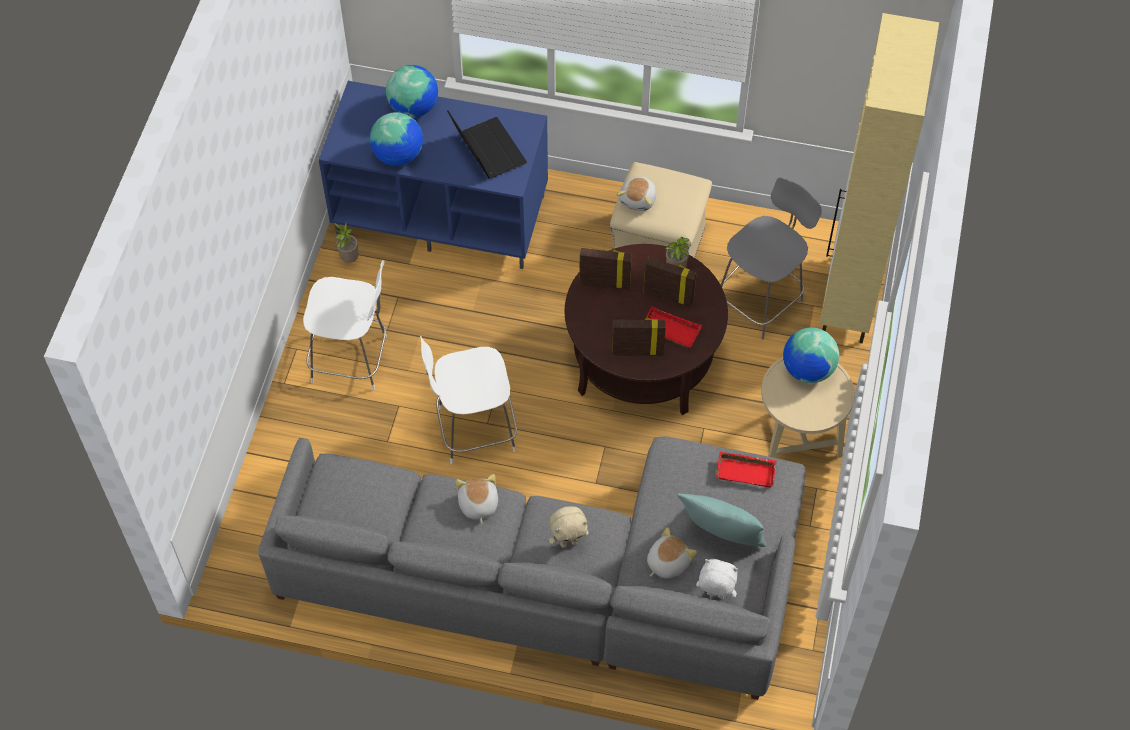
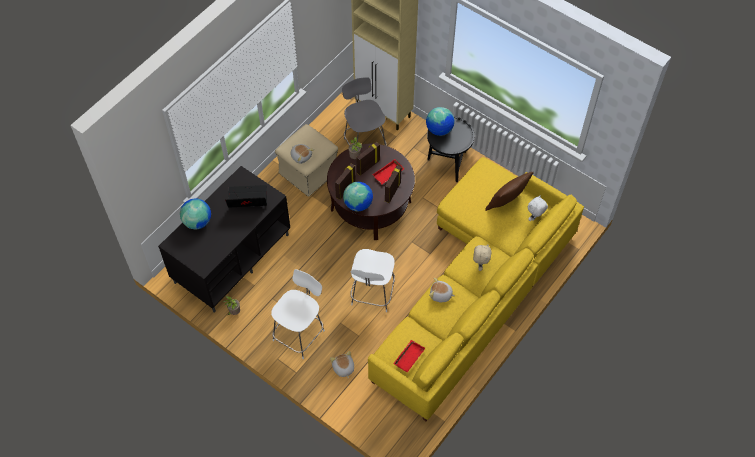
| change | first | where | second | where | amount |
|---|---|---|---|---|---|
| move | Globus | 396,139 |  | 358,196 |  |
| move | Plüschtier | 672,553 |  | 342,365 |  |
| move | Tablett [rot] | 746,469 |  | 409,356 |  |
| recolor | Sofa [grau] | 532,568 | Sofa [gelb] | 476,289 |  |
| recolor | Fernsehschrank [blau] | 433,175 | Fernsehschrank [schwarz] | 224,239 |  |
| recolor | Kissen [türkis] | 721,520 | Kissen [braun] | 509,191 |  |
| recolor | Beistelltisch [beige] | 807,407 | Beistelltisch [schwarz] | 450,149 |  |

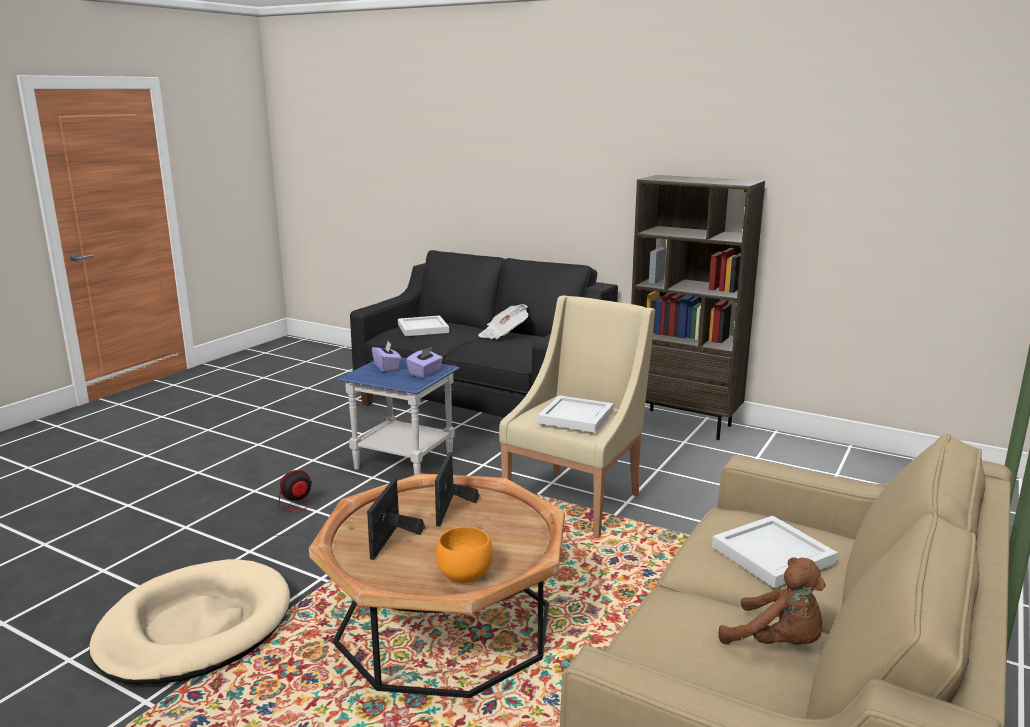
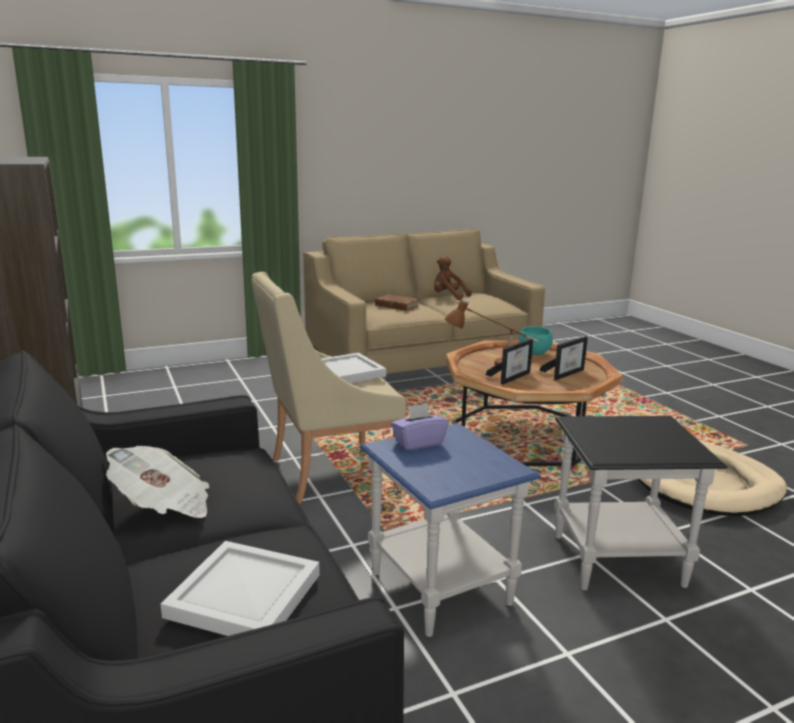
| change | first | where | second | where | amount |
|---|---|---|---|---|---|
| delete | Taschentuchbox [lila] | 387,357 |  |  |  |
| insert |  |  | Tischlampe [braun] | 491,331 |  |
| replace | Ventilator | 286,505 | Beistelltisch [schwarz] | 640,503 |  |
| replace | Tablett [weiß] | 775,552 | Buch [braun] | 397,302 |  |
| recolor | Schüssel [orange] | 464,555 | Schüssel [türkis] | 536,340 |  |
| rotate | Plüschtier [braun] | 772,600 |  | 453,278 | 45 degrees counterclockwise |

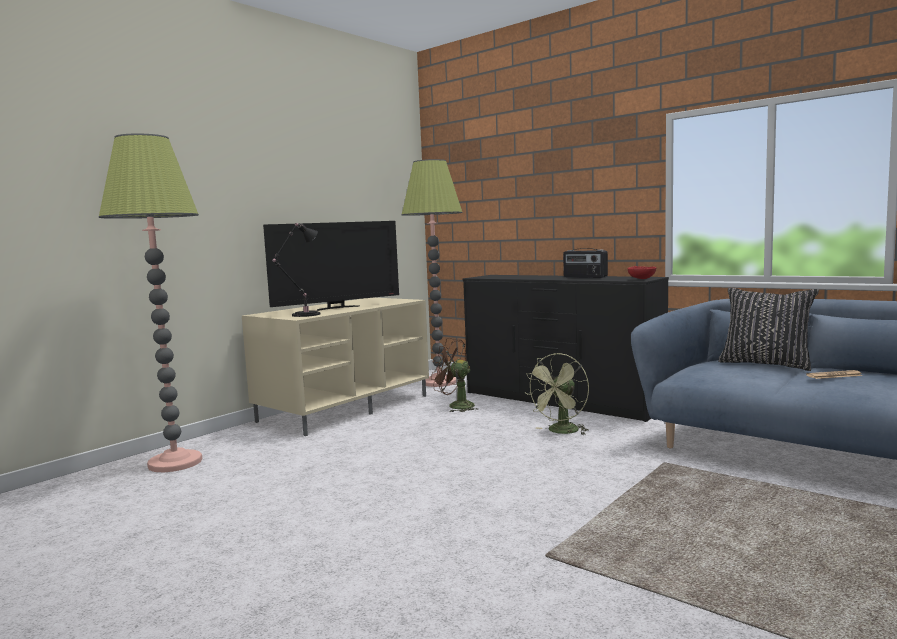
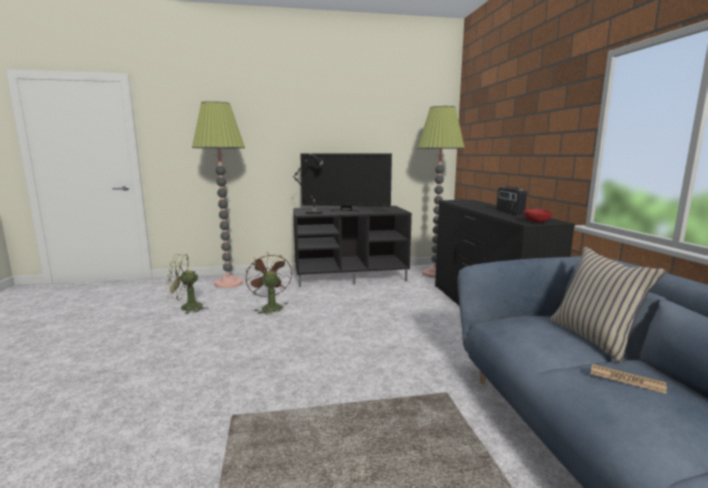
| change | first | where | second | where | amount |
|---|---|---|---|---|---|
| move | Ventilator [braun] | 454,375 |  | 269,283 |  |
| move | Ventilator [grün] | 557,394 |  | 186,284 |  |
| recolor | Fernsehschrank [beige] | 335,367 | Fernsehschrank [schwarz] | 352,246 |  |
| recolor | Kissen [schwarz] | 768,329 | Kissen [beige] | 608,305 |  |

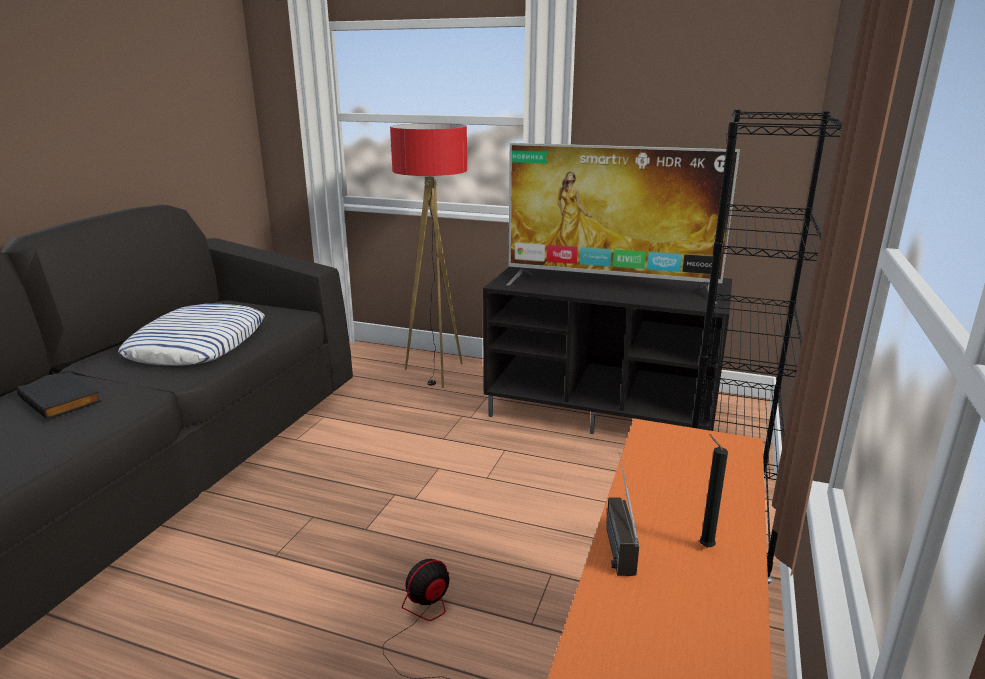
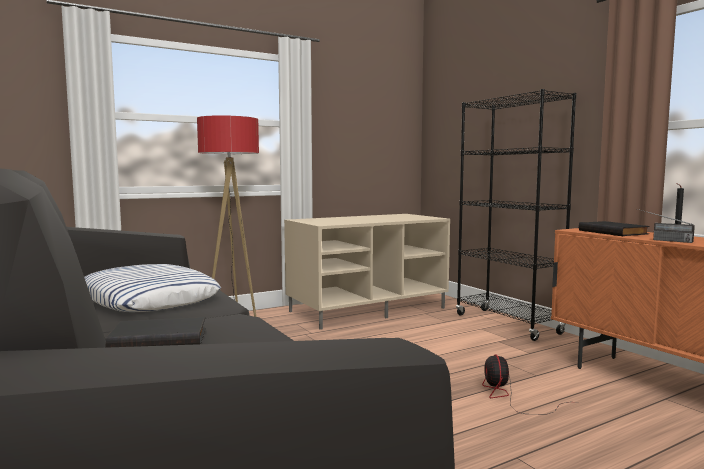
| change | first | where | second | where | amount |
|---|---|---|---|---|---|
| delete | Fernseher | 623,223 |  |  |  |
| insert |  |  | Buch [schwarz] | 614,228 |  |
| recolor | Fernsehschrank [schwarz] | 607,350 | Fernsehschrank [beige] | 367,272 |  |

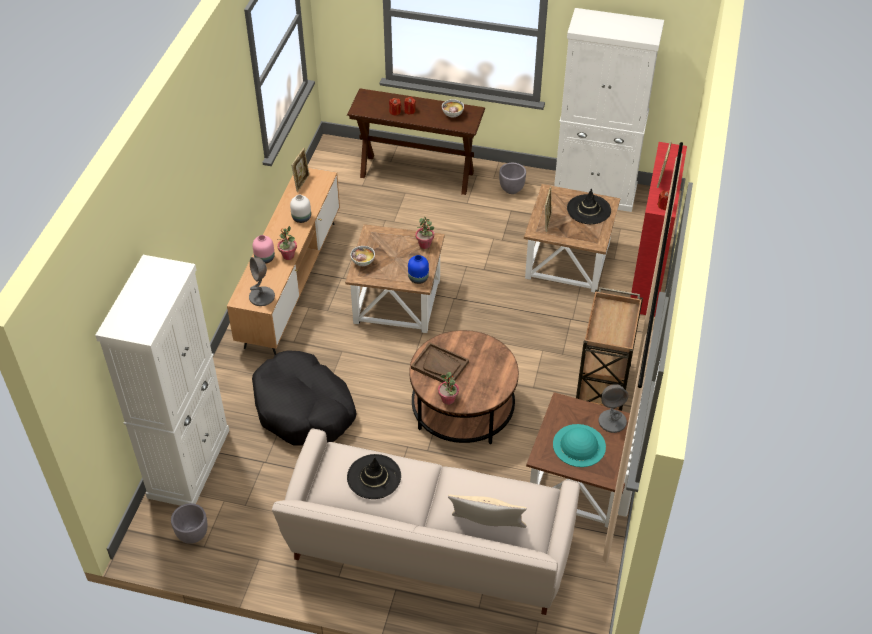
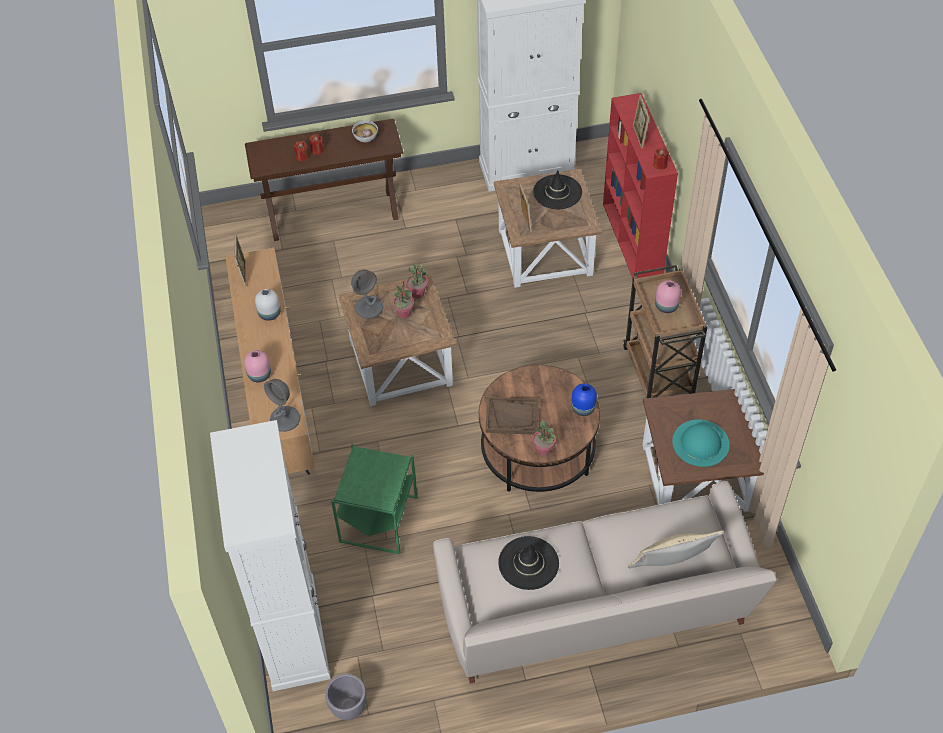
| change | first | where | second | where | amount |
|---|---|---|---|---|---|
| delete | Schüssel | 363,256 |  |  |  |
| delete | Pflanzkübel [grau] | 512,178 |  |  |  |
| insert |  |  | Vase [rosa] | 668,296 |  |
| move | Topfpflanze | 287,243 |  | 404,299 |  |
| move | Vase [blau] | 418,269 |  | 584,399 |  |
| move | Tischlampe [grau] | 613,408 |  | 367,294 |  |
| replace | Hundebett [schwarz] | 304,398 | Beistelltisch [grün] | 374,499 |  |

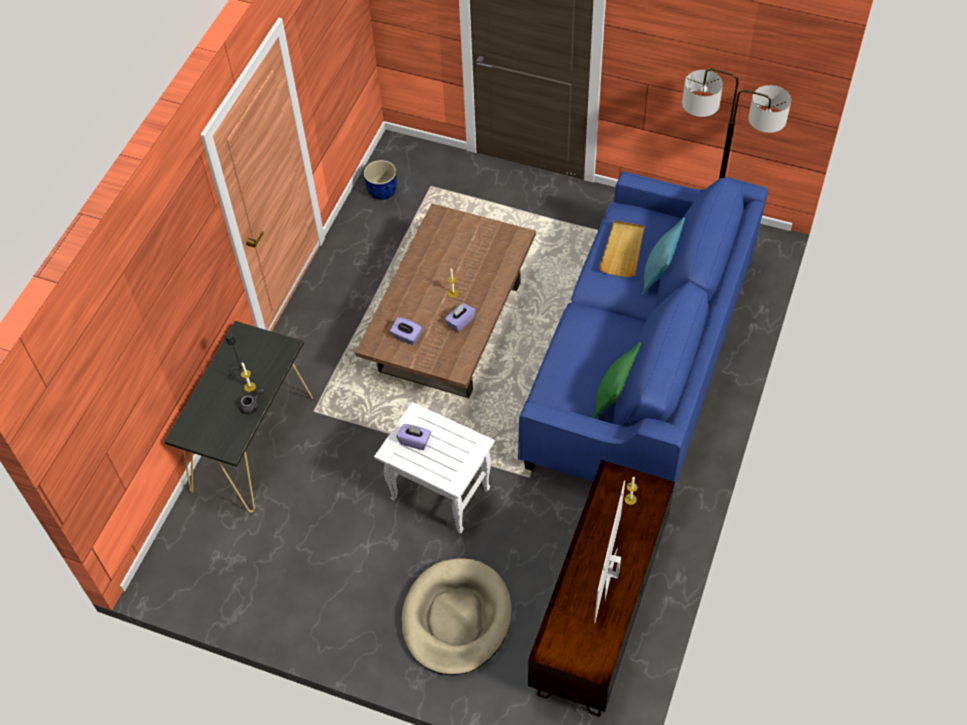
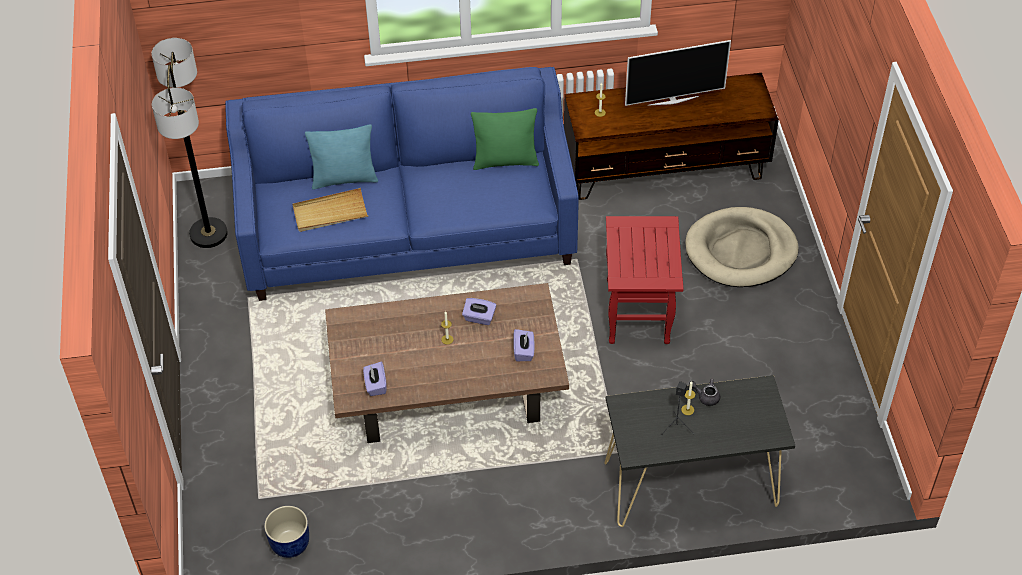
| change | first | where | second | where | amount |
|---|---|---|---|---|---|
| move | Taschentuchbox [lila] | 414,437 |  | 375,379 |  |
| recolor | Beistelltisch [weiß] | 434,468 | Beistelltisch [rot] | 645,280 |  |

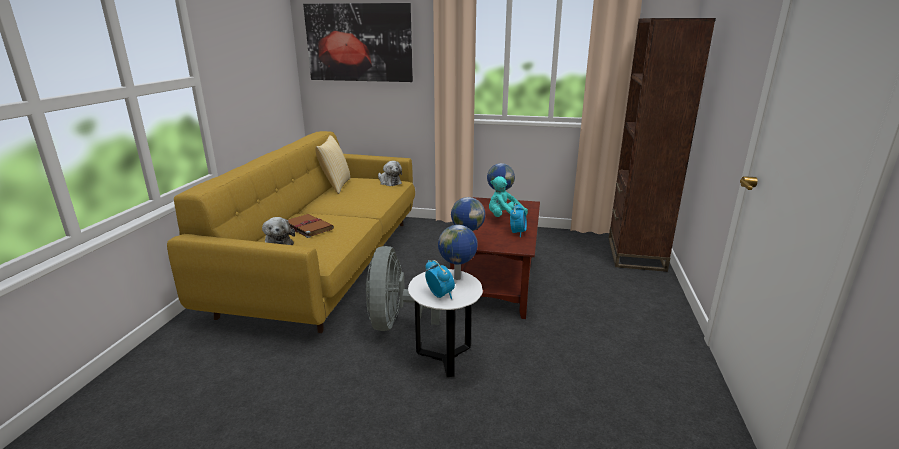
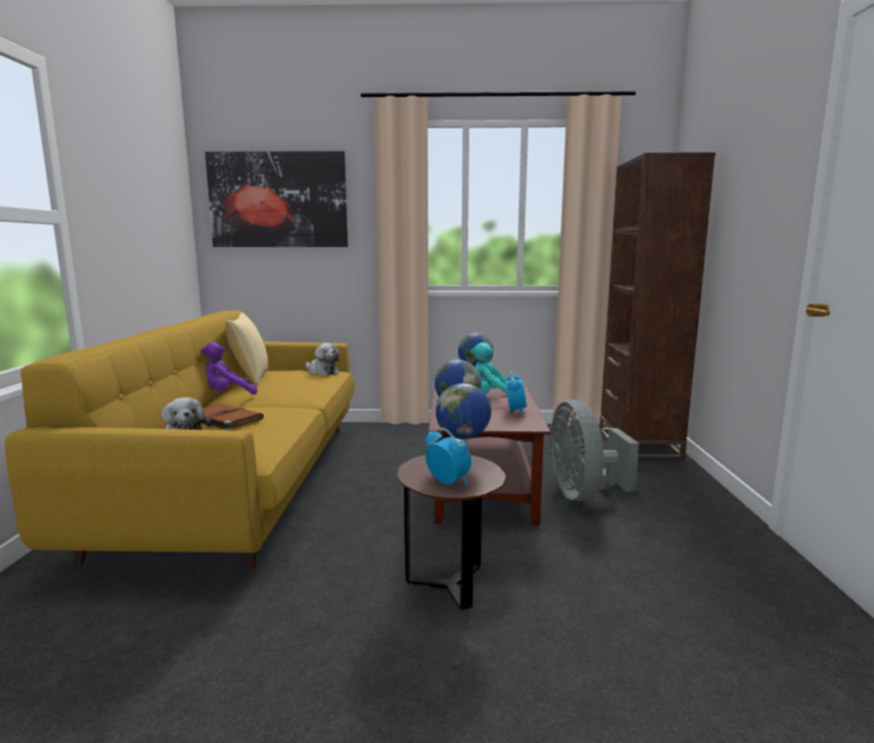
| change | first | where | second | where | amount |
|---|---|---|---|---|---|
| insert |  |  | Plüschtier [lila] | 229,368 |  |
| move | Ventilator [grau] | 403,288 |  | 594,450 |  |
| recolor | Beistelltisch [weiß] | 445,323 | Beistelltisch [braun] | 451,532 |  |

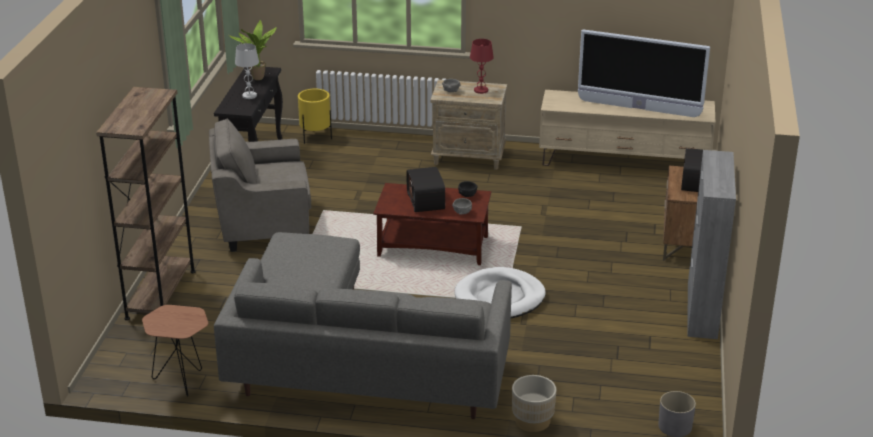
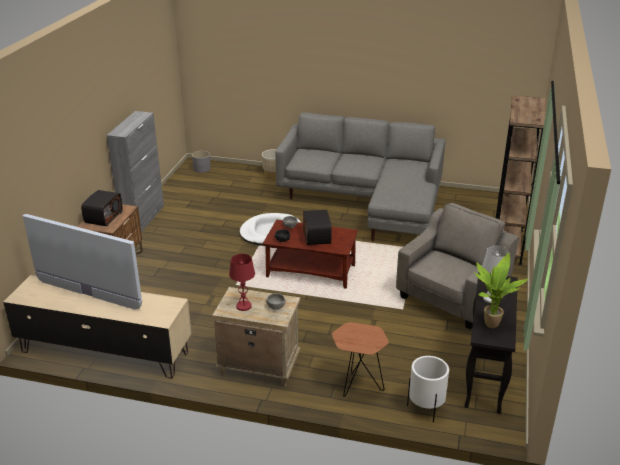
| change | first | where | second | where | amount |
|---|---|---|---|---|---|
| move | Beistelltisch [braun] | 175,351 |  | 360,359 |  |
| recolor | Pflanzkübel [gelb] | 315,116 | Pflanzkübel [weiß] | 428,389 |  |
| rotate | Sessel [grau] | 260,185 |  | 457,266 | 45 degrees counterclockwise |

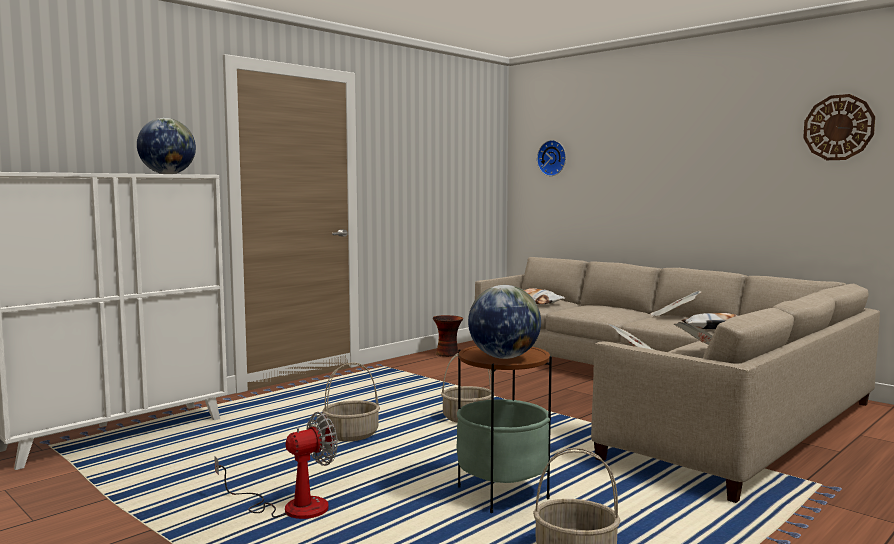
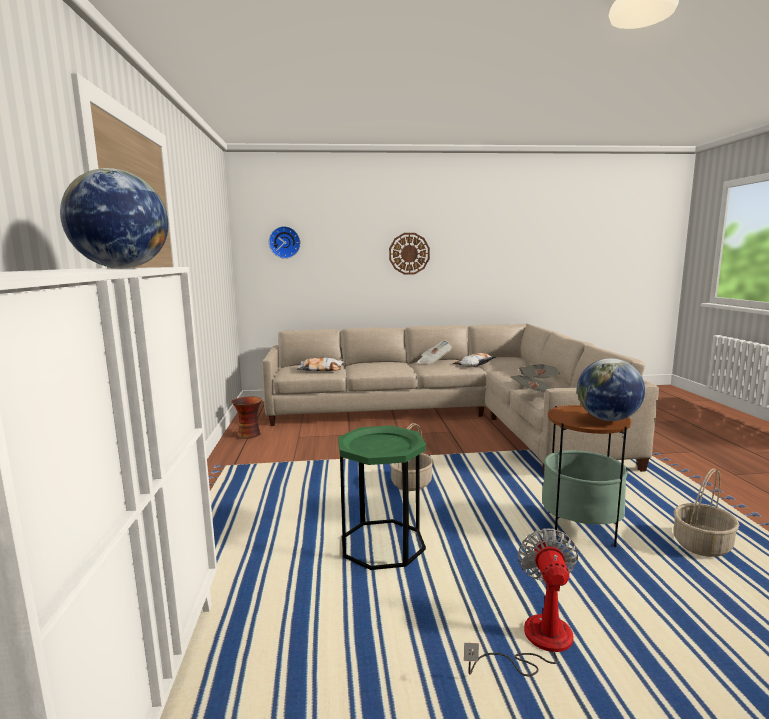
| change | first | where | second | where | amount |
|---|---|---|---|---|---|
| move | Wanduhr | 839,127 |  | 409,254 |  |
| replace | Korb | 351,401 | Beistelltisch [grün] | 382,497 |  |

